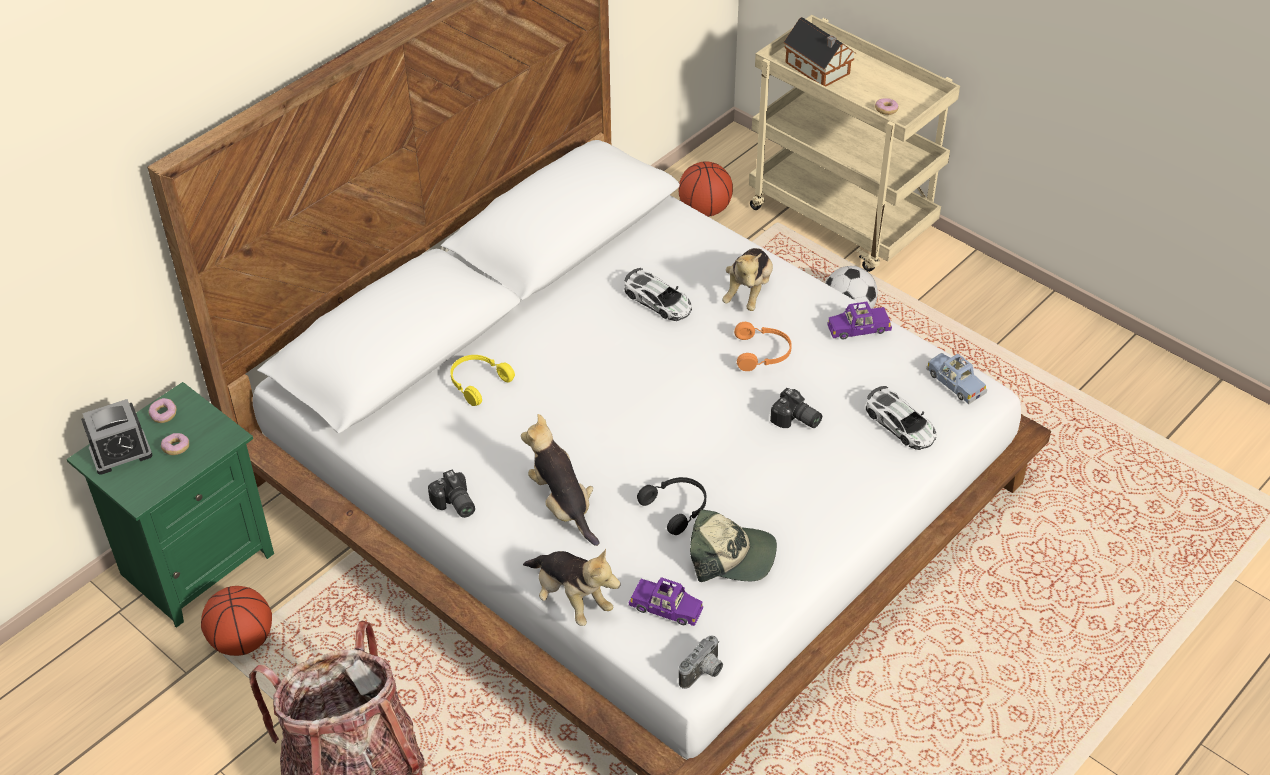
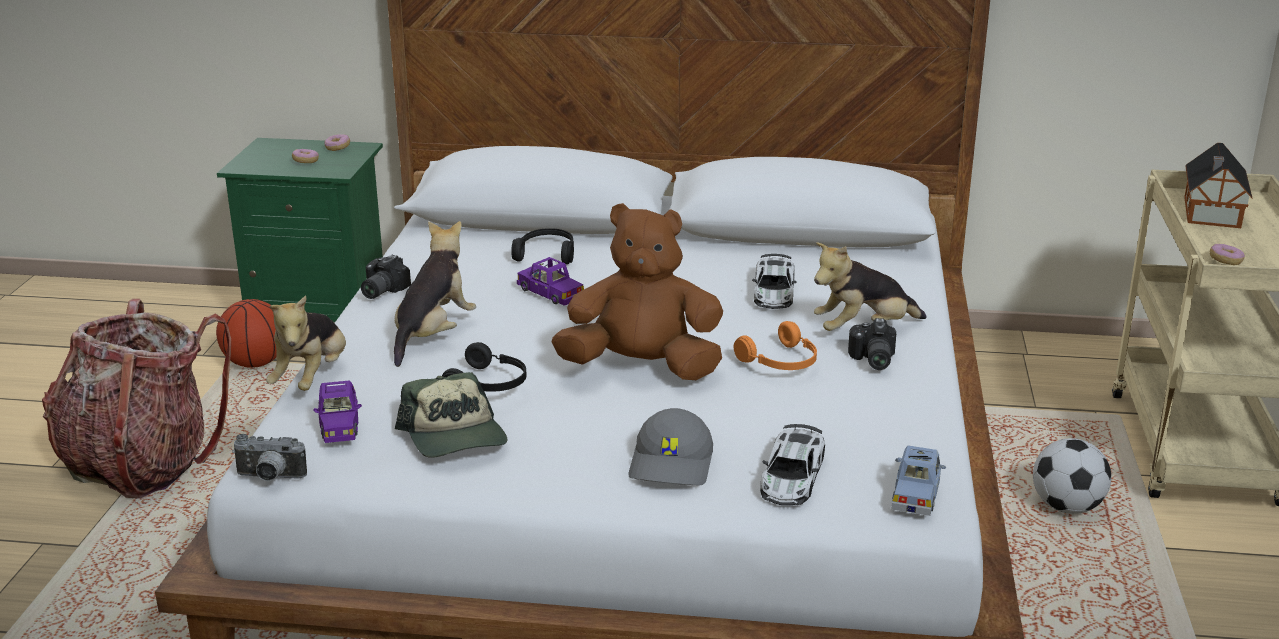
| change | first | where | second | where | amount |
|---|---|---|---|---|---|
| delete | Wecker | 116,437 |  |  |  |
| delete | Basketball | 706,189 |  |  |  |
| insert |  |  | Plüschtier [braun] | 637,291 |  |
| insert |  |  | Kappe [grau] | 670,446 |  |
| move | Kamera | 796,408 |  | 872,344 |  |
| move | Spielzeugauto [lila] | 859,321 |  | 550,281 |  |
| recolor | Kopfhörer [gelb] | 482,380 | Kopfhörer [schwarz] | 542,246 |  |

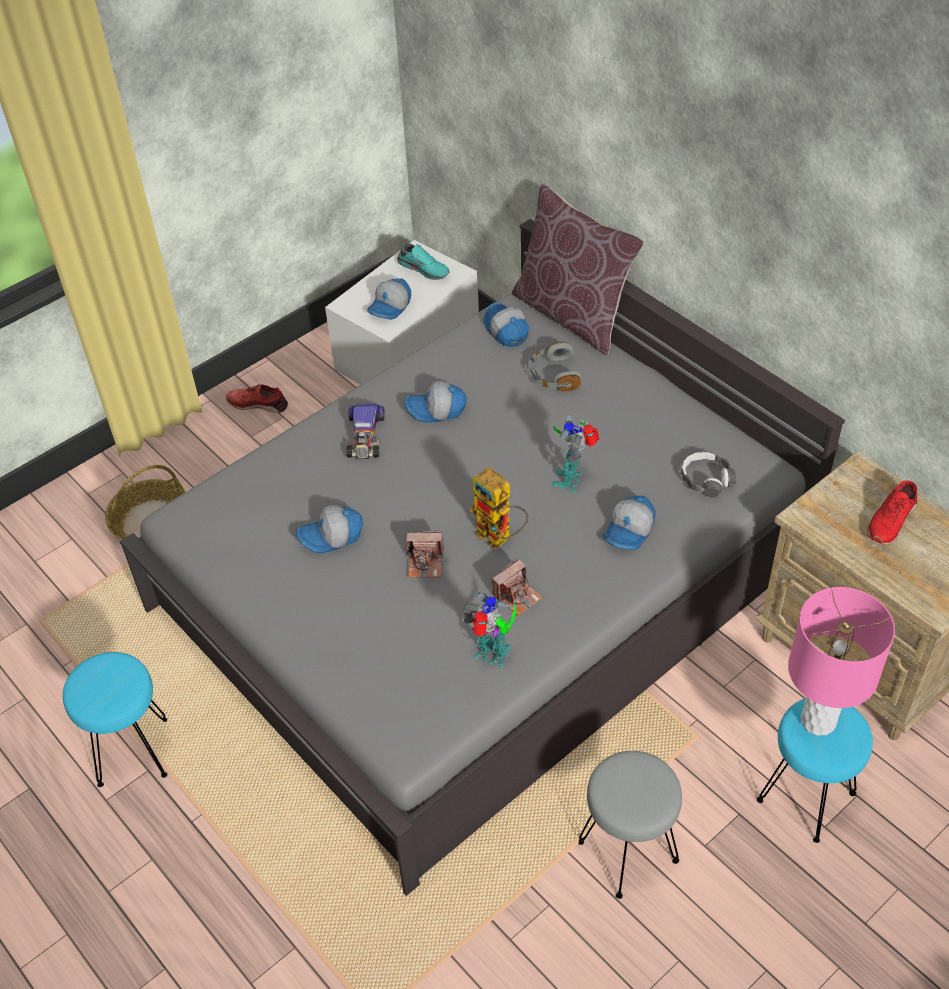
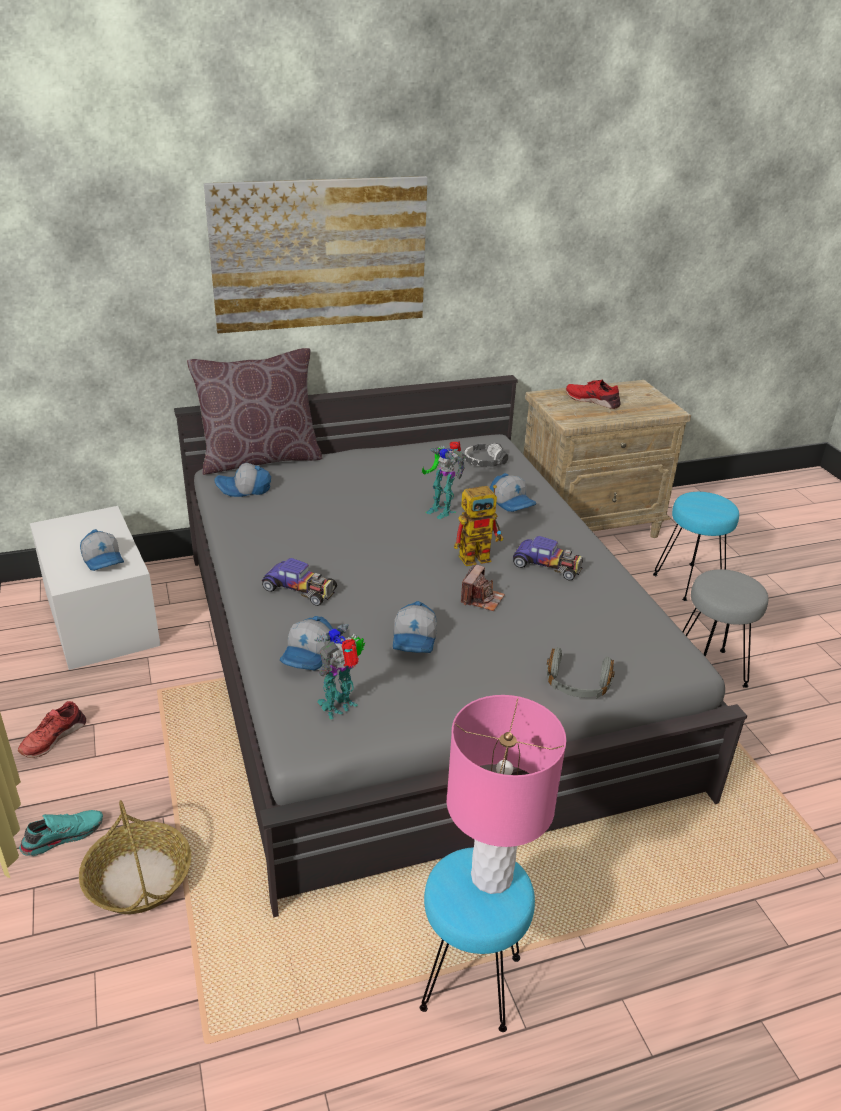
| change | first | where | second | where | amount |
|---|---|---|---|---|---|
| insert |  |  | Bild | 316,254 |  |
| move | Schuh [türkis] | 423,261 |  | 61,833 |  |
| move | Kappe | 435,401 |  | 306,643 |  |
| move | Spielzeugroboter | 490,630 |  | 339,671 |  |
| move | Kopfhörer [grau] | 556,366 |  | 581,672 |  |
| move | Tischlampe [rosa] | 841,661 |  | 506,794 |  |
| replace | Kamera | 517,587 | Spielzeugauto | 548,558 |  |
| rotate | Schuh [rot] | 892,512 |  | 593,394 | 150 degrees clockwise |

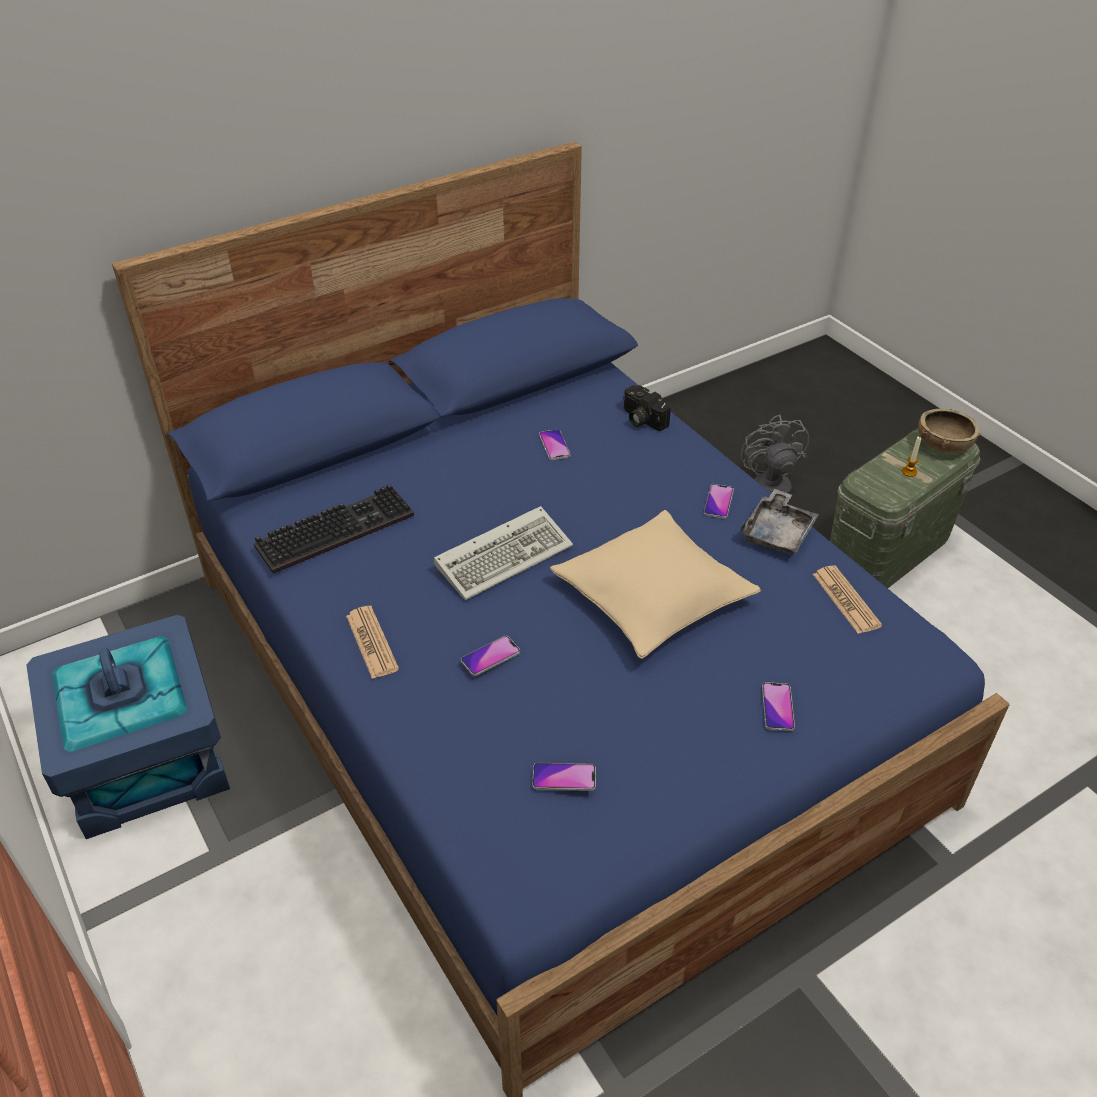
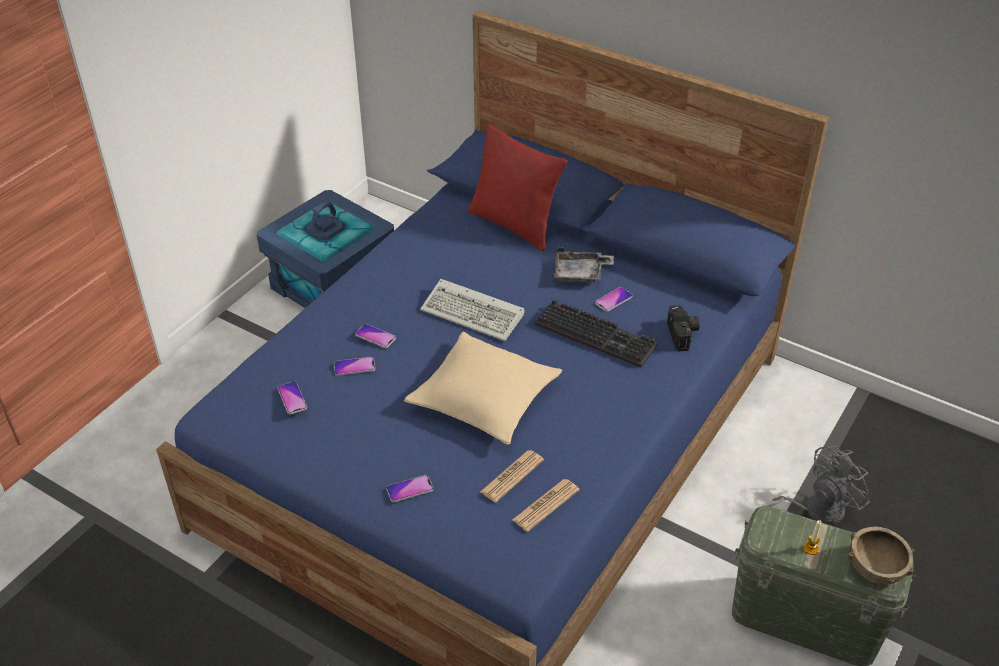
| change | first | where | second | where | amount |
|---|---|---|---|---|---|
| insert |  |  | Kissen [rot] | 517,187 |  |
| move | Tastatur | 334,529 |  | 596,333 |  |
| move | Zeitung | 372,642 |  | 512,476 |  |
| move | Handy | 719,501 |  | 354,366 |  |
| move | Tablett [grau] | 779,521 |  | 584,265 |  |
| rotate | Kamera | 647,408 |  | 683,328 | 150 degrees clockwise |

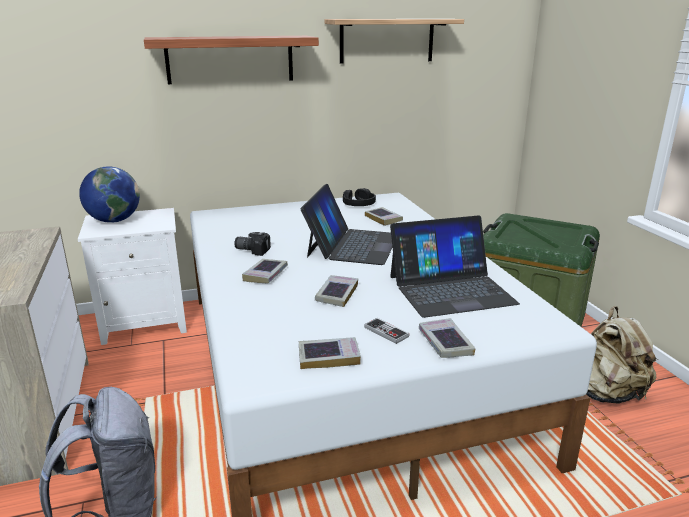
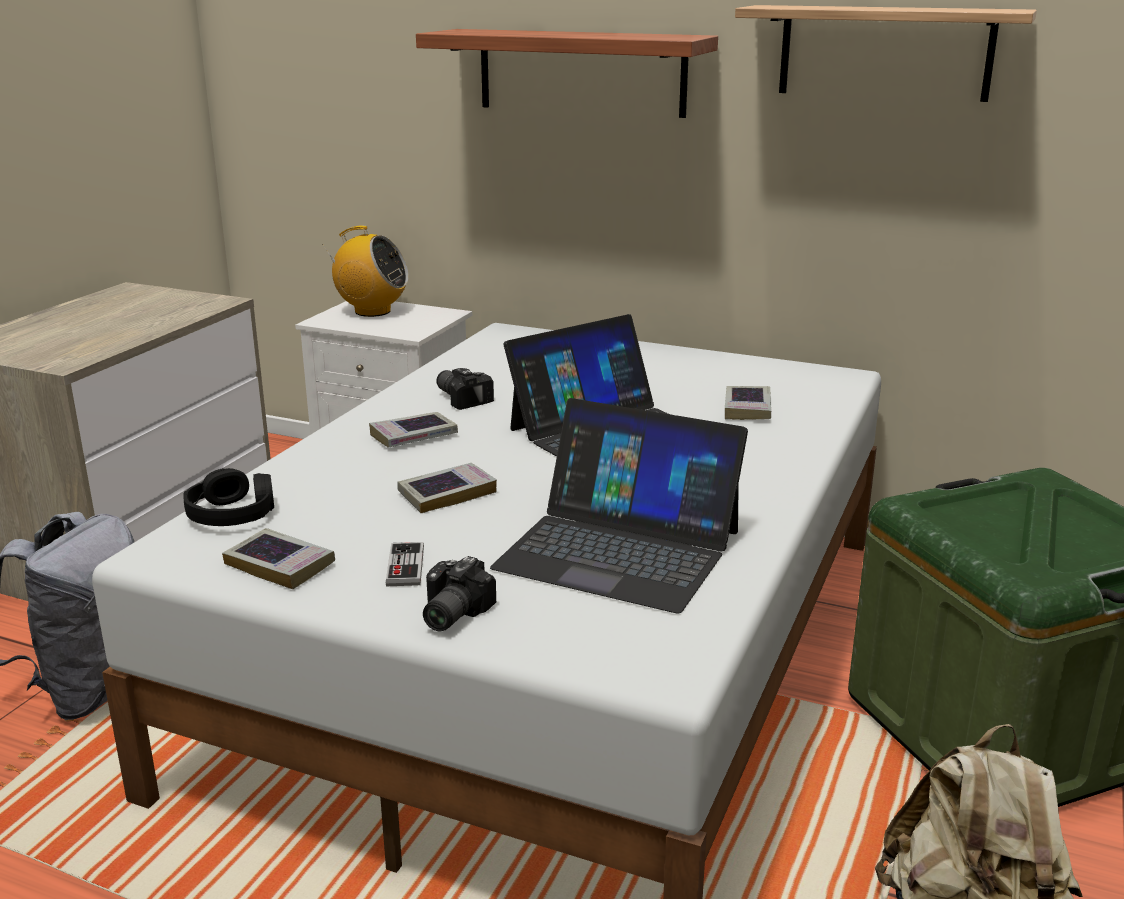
| change | first | where | second | where | amount |
|---|---|---|---|---|---|
| move | Kopfhörer [schwarz] | 359,197 |  | 228,497 |  |
| replace | Globus | 109,194 | Radio | 366,271 |  |
| replace | Buch | 447,338 | Kamera | 459,593 |  |

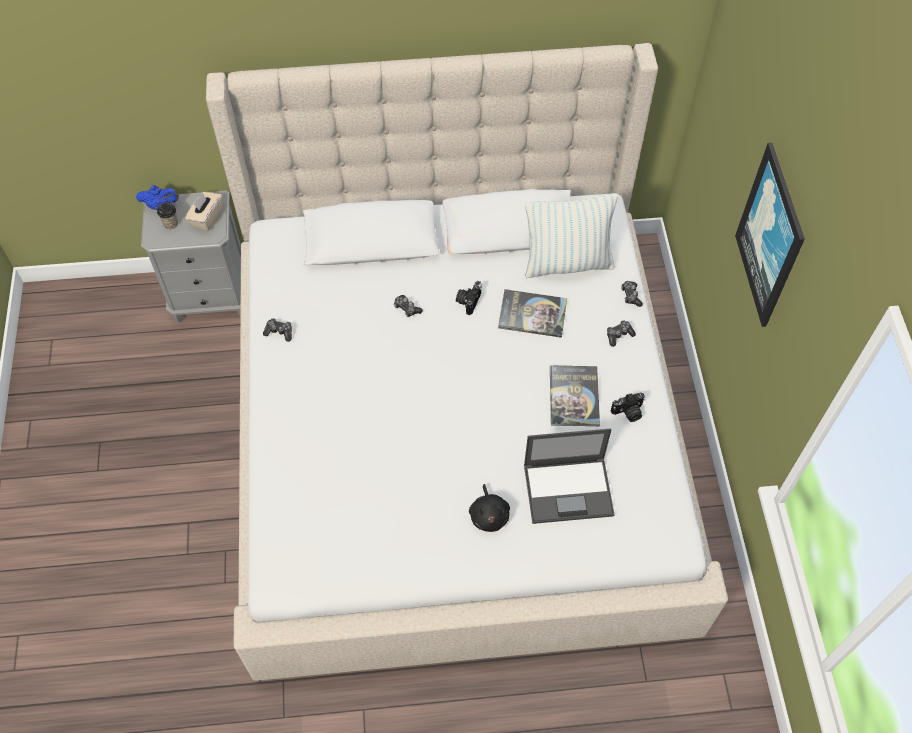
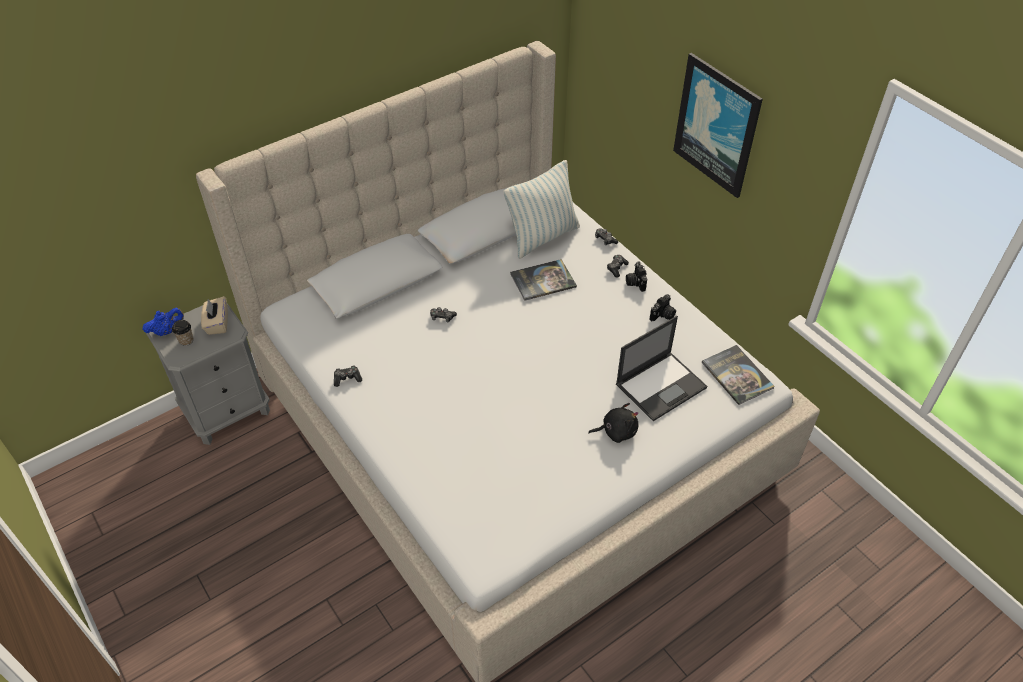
| change | first | where | second | where | amount |
|---|---|---|---|---|---|
| move | Kamera | 468,298 |  | 636,277 |  |
| move | Buch | 575,395 |  | 738,375 |  |
| rotate | Plüschtier [schwarz] | 489,508 |  | 613,423 | 60 degrees counterclockwise |

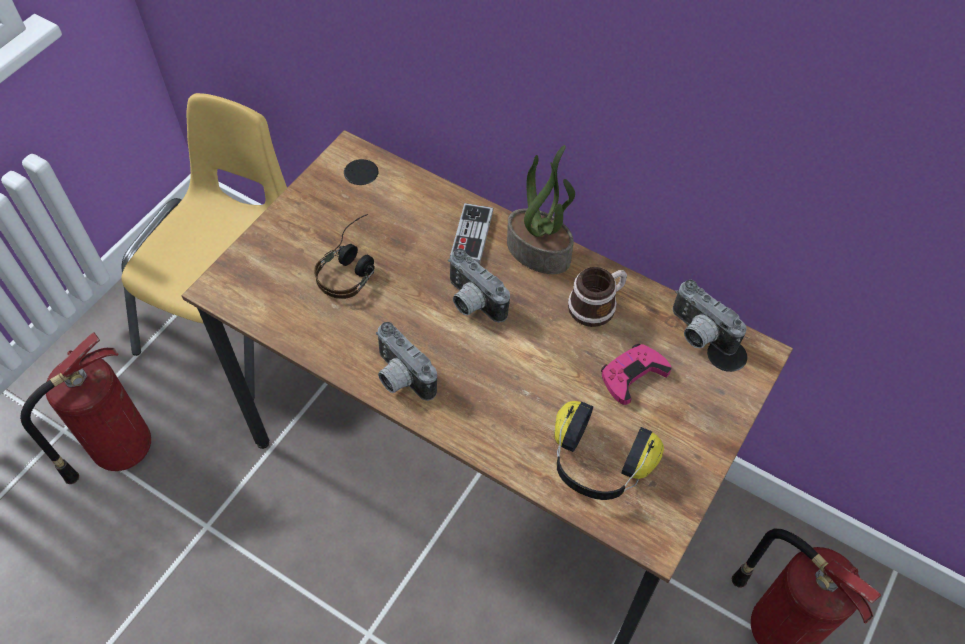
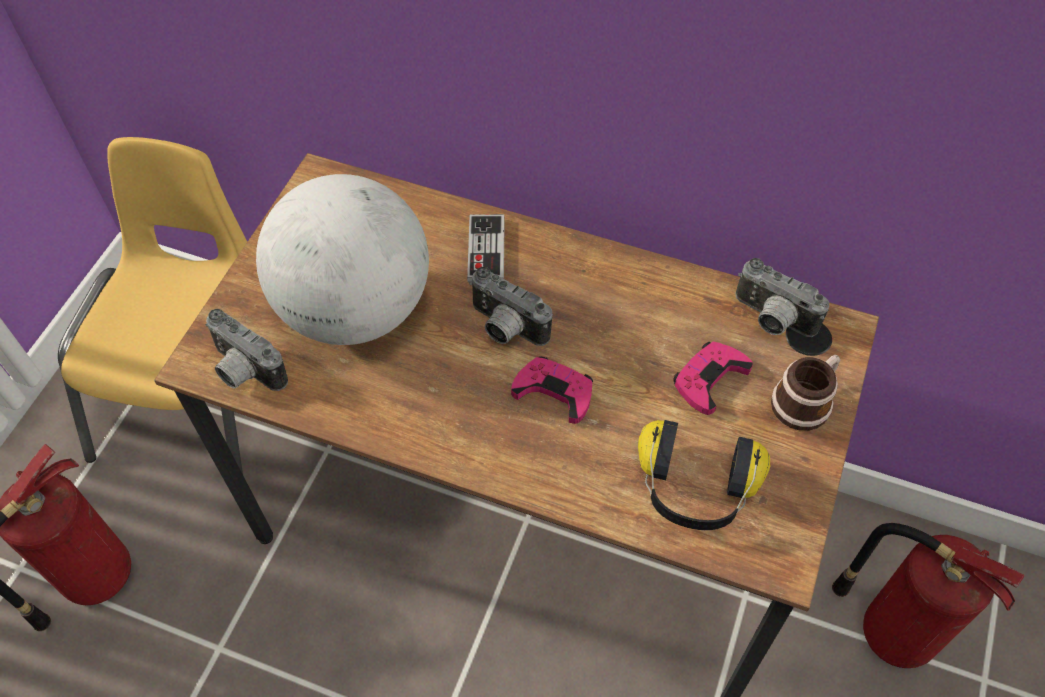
| change | first | where | second | where | amount |
|---|---|---|---|---|---|
| delete | Topfpflanze | 541,209 |  |  |  |
| insert |  |  | Gamepad [rosa] | 552,390 |  |
| move | Kamera | 406,361 |  | 247,350 |  |
| move | Henkelbecher | 597,297 |  | 805,393 |  |
| replace | Kopfhörer | 344,256 | Globus | 342,259 |  |

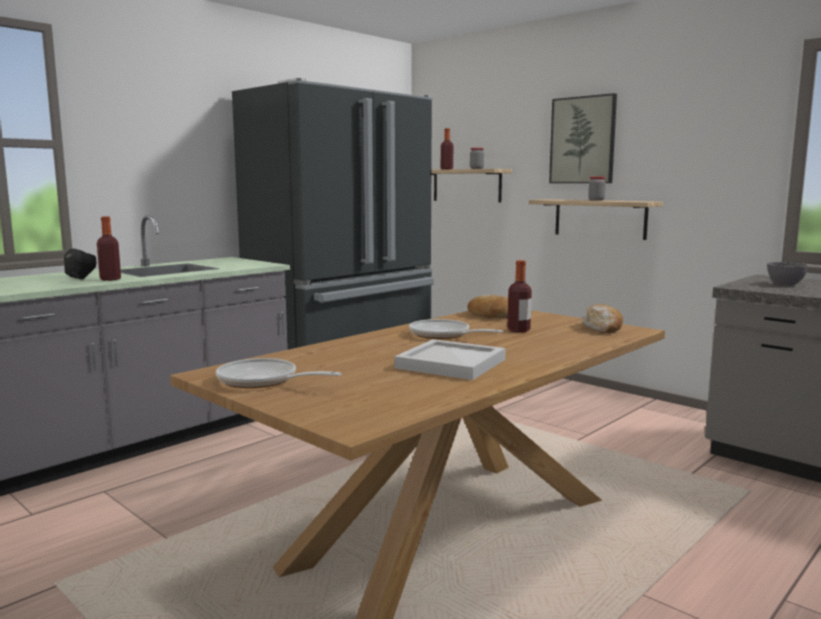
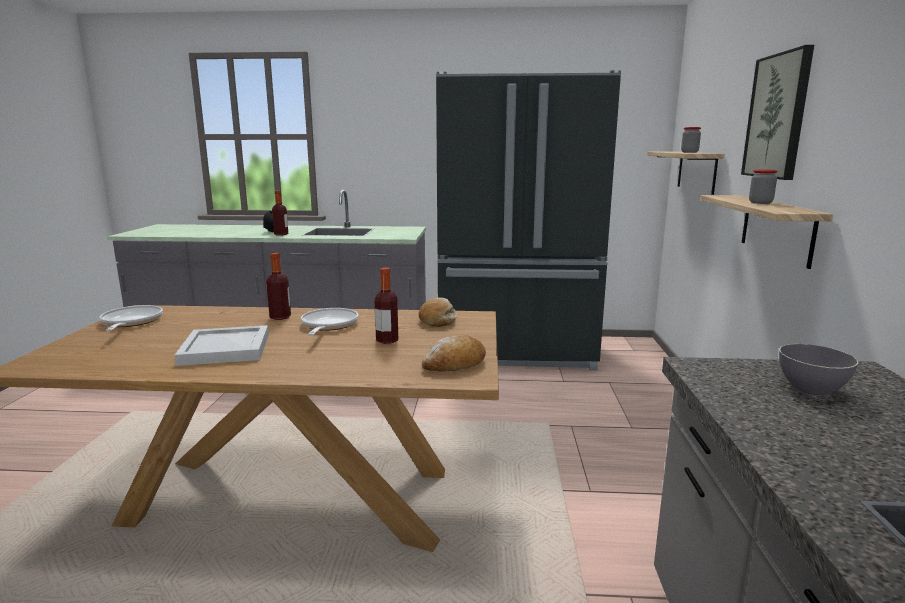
| change | first | where | second | where | amount |
|---|---|---|---|---|---|
| move | Flasche | 447,148 |  | 278,286 |  |

